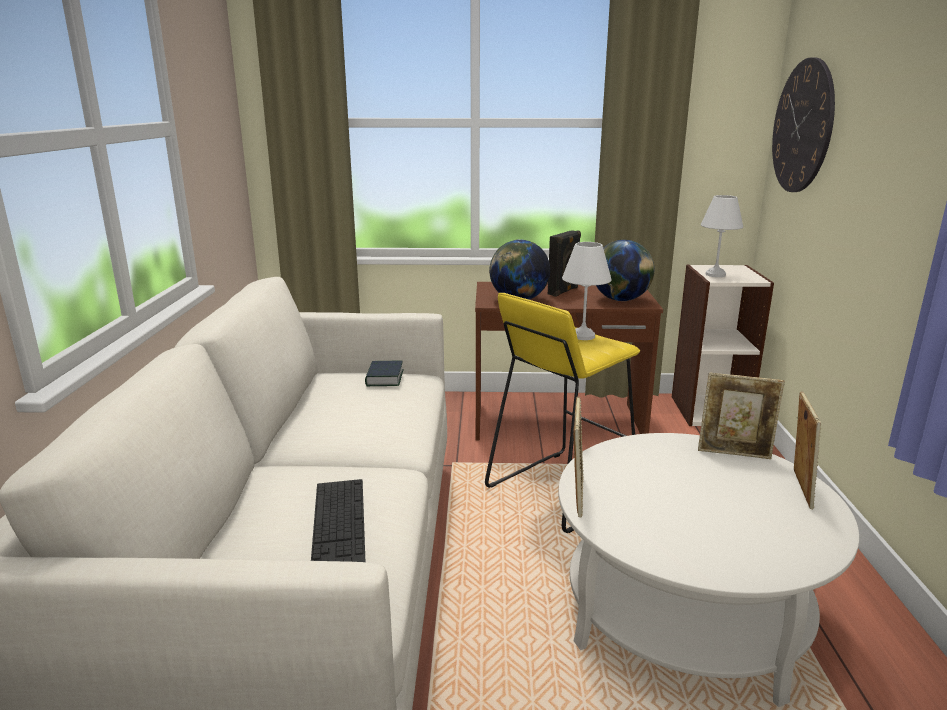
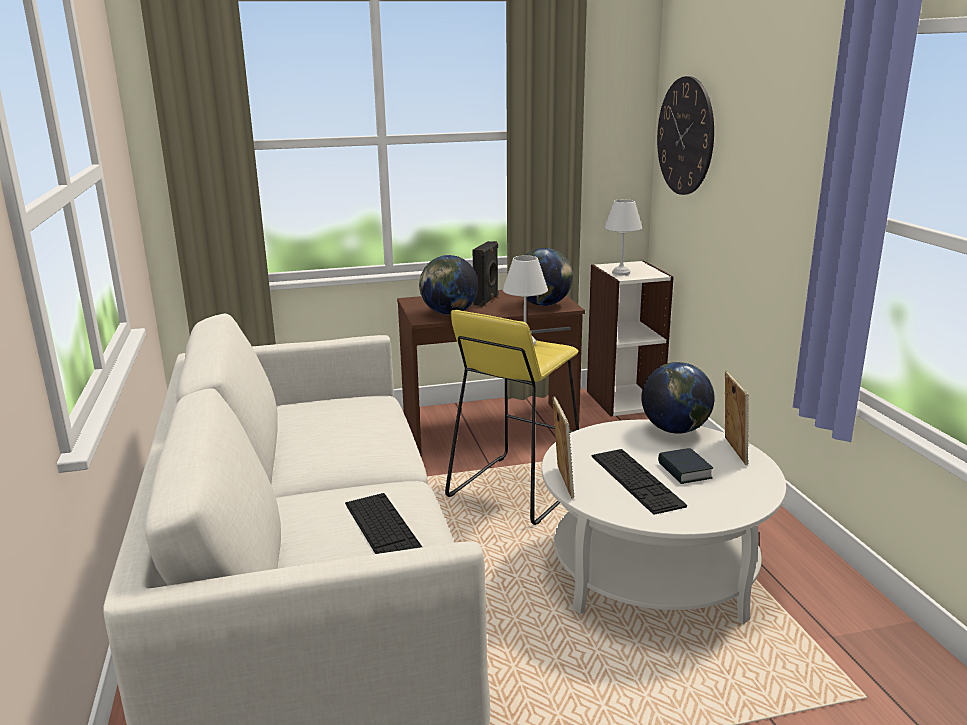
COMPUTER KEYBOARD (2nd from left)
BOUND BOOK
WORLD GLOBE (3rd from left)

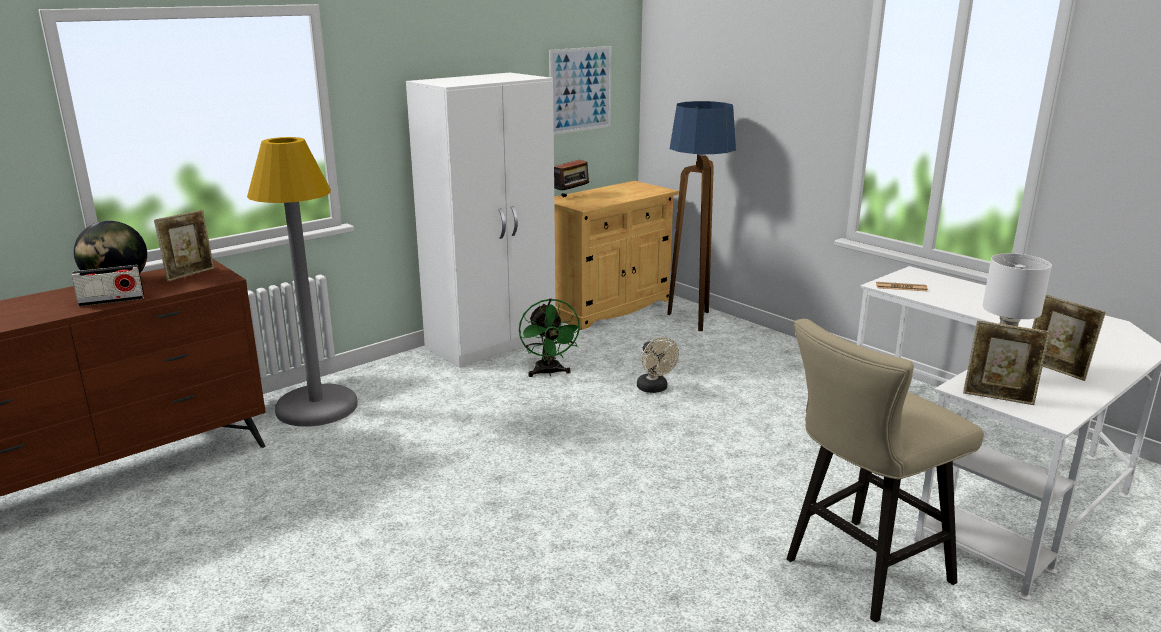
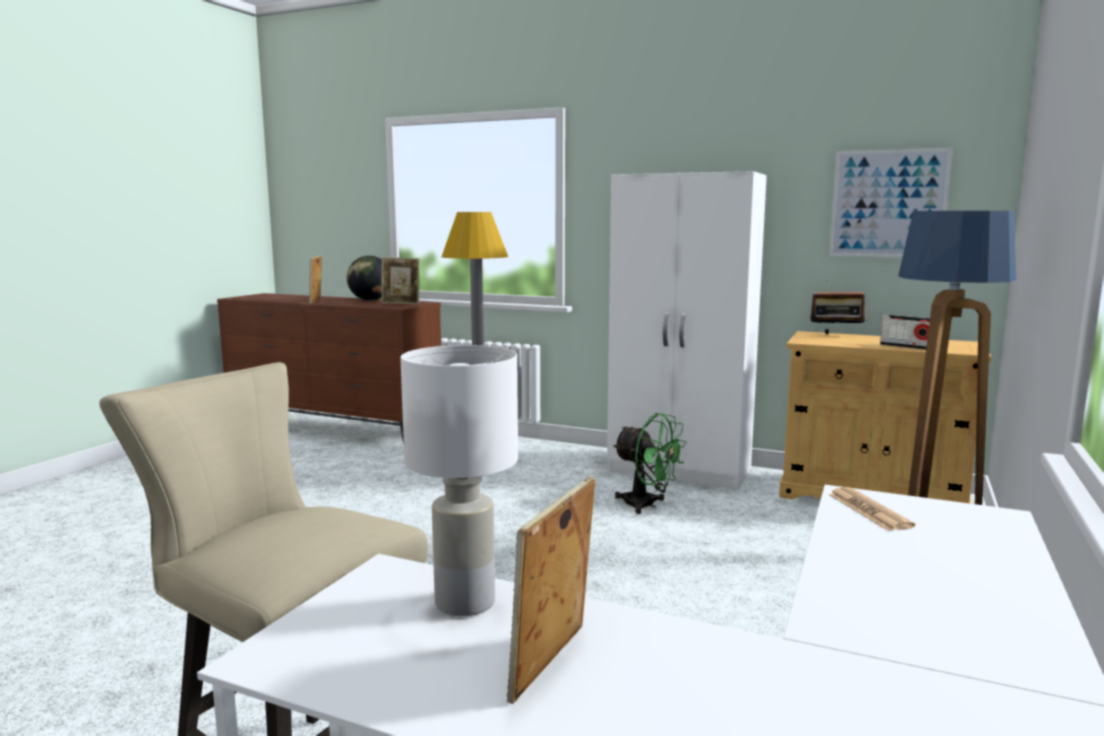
BEIGE-COLOURED ELECTRIC FAN
RADIO RECEIVER (2nd from left)
STANDING FRAME (1st from left)
GREEN-COLOURED ELECTRIC FAN

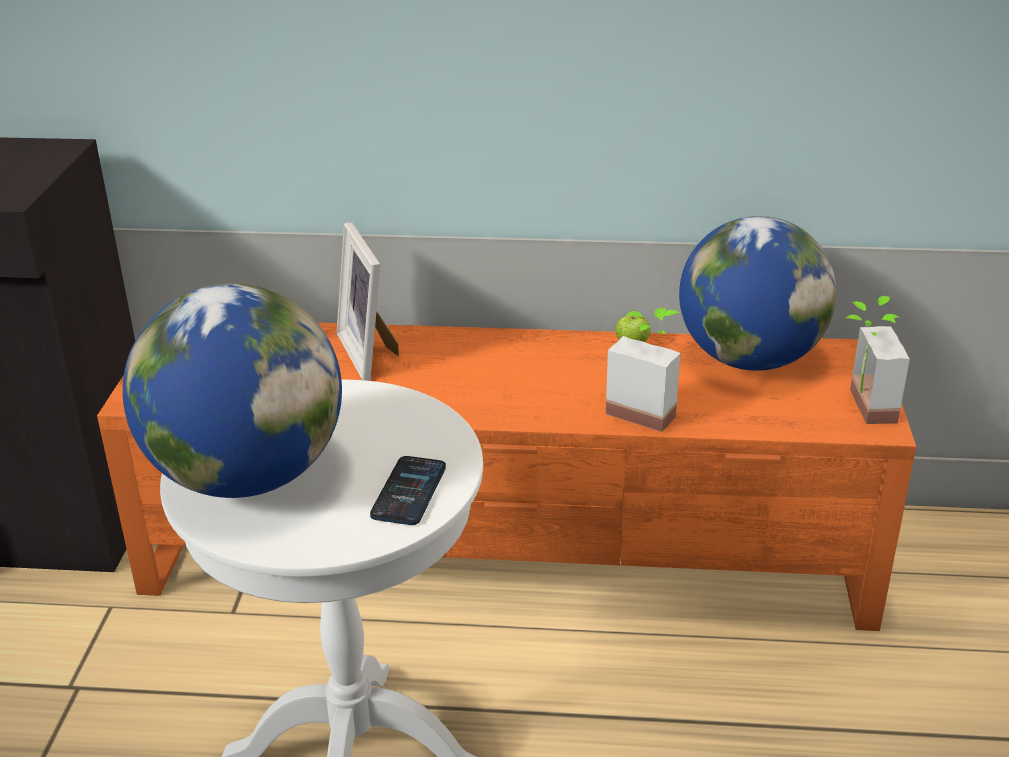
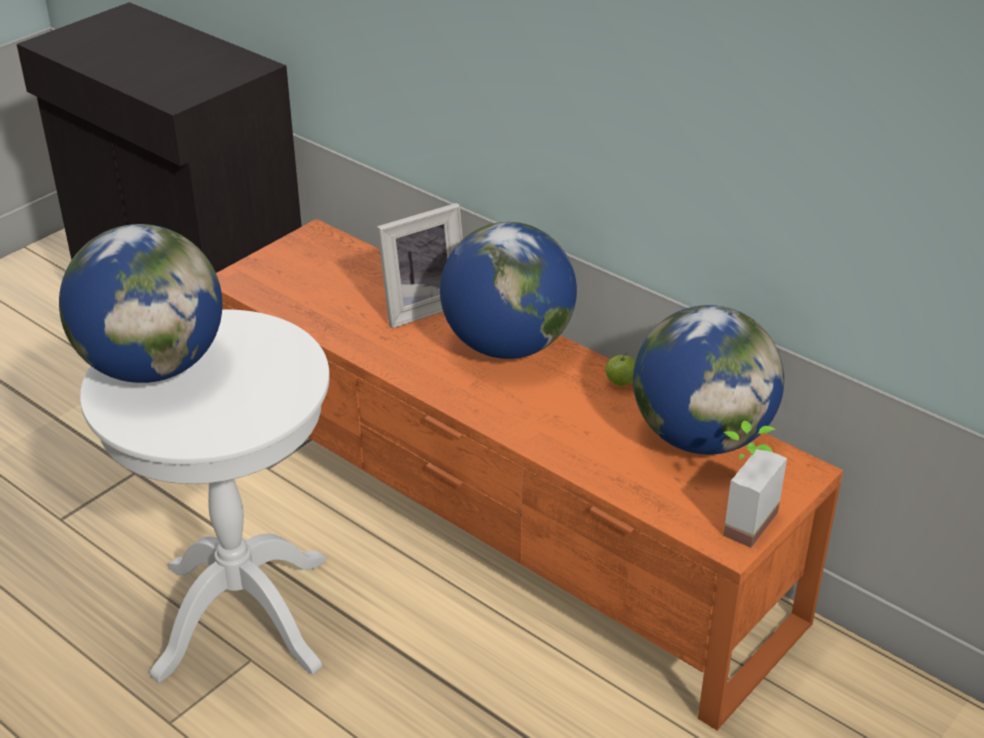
PHONE
POTTED PLANT (1st from left in the first image)
WORLD GLOBE (2nd from left)
STANDING FRAME

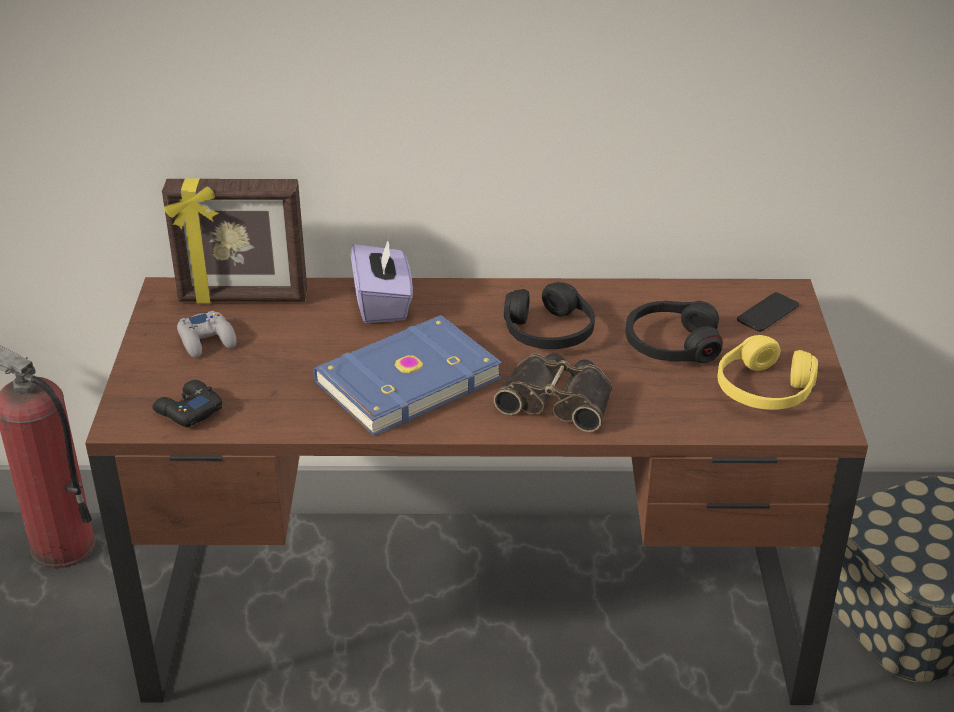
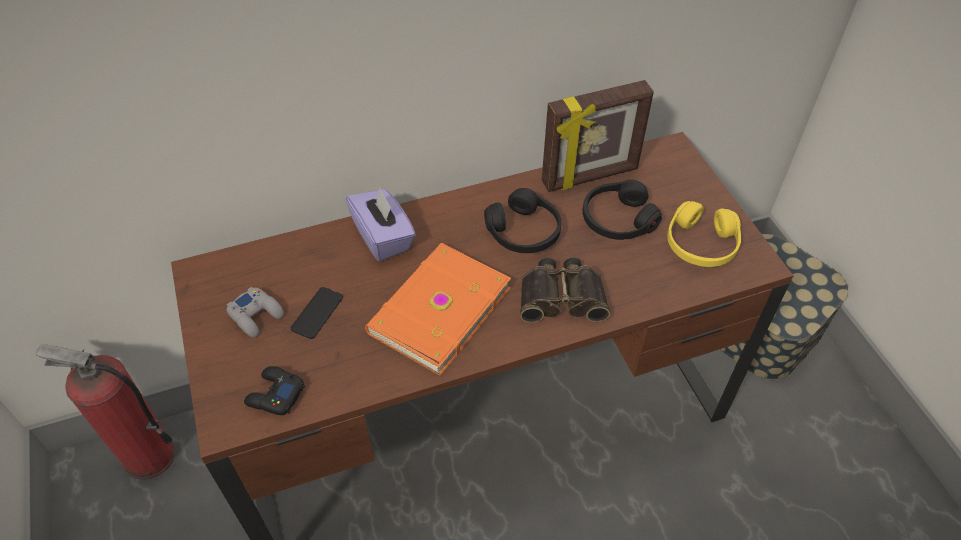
STANDING FRAME
PHONE
ORANGE BOUND BOOK

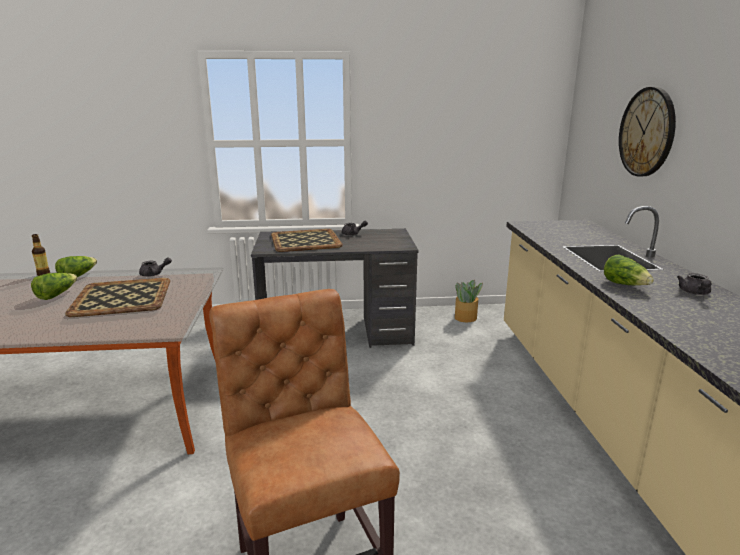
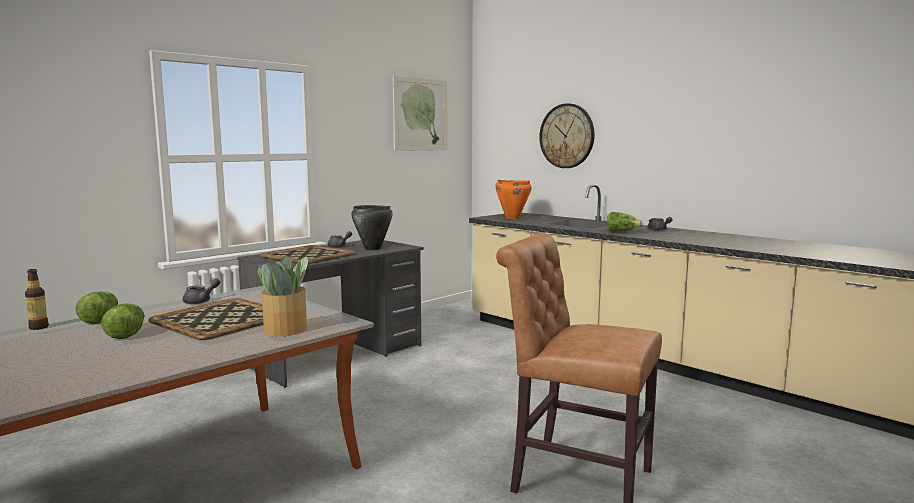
BLACK-COLOURED STOCKPOT
WALL ART
ORANGE STOCKPOT
POTTED PLANT

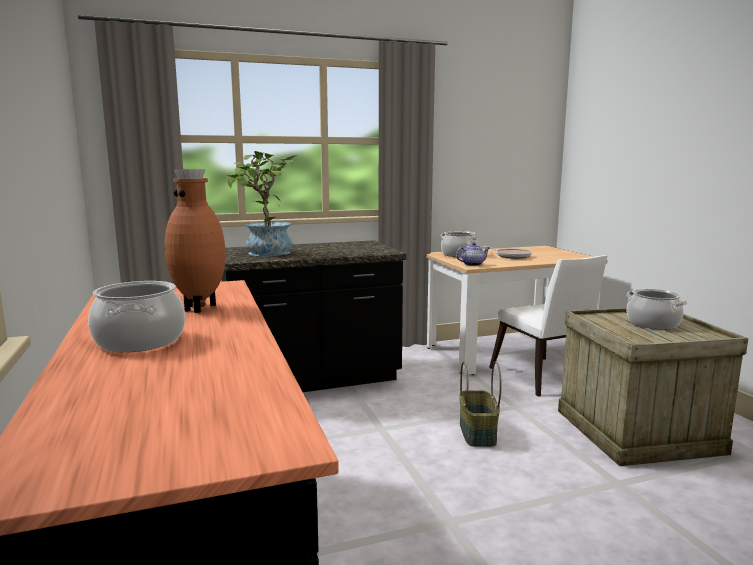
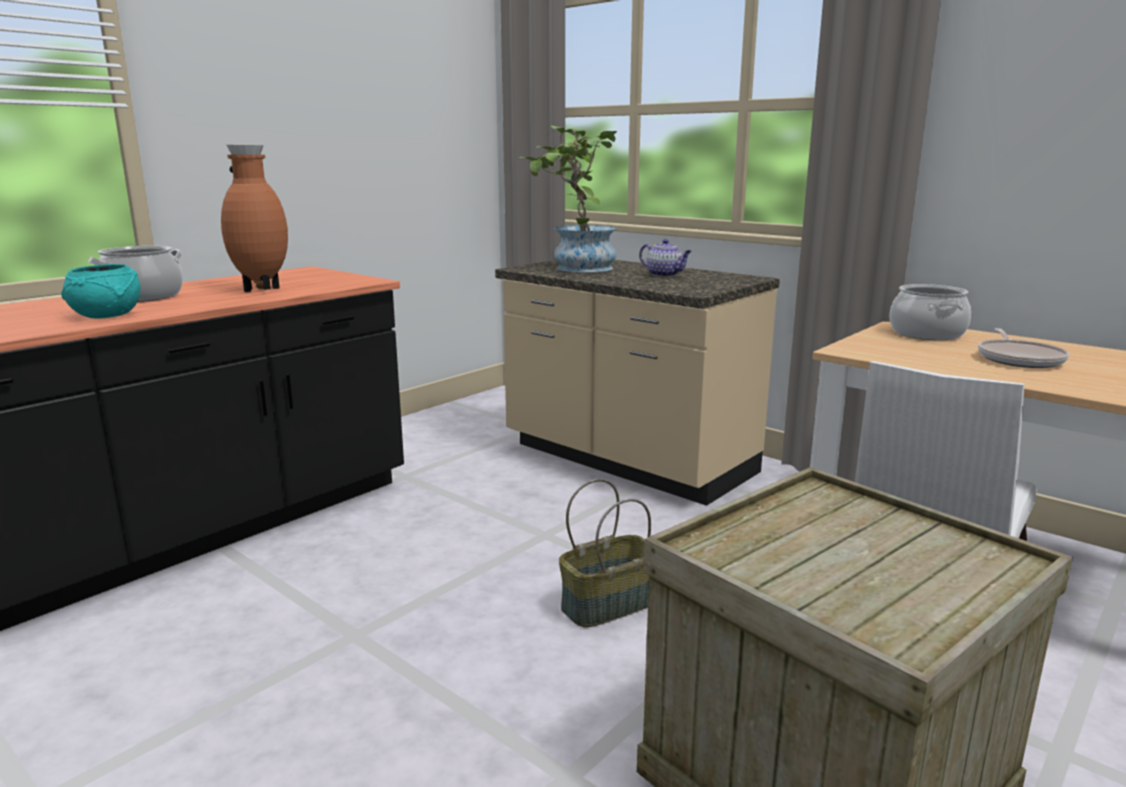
STOCKPOT (3rd from left in the first image)
TURQUOISE BOWL
TEAPOT
BEIGE-COLOURED COUNTER

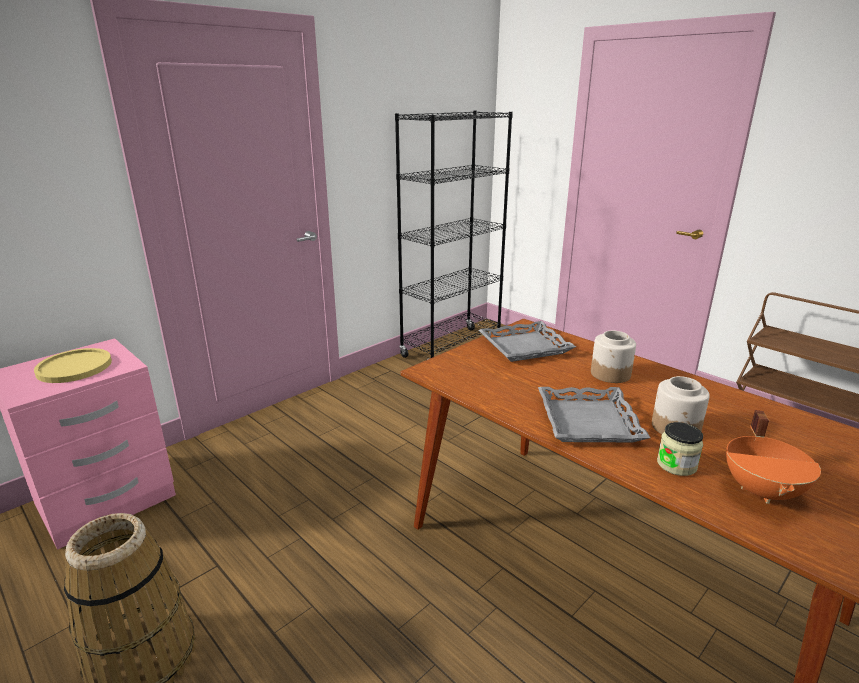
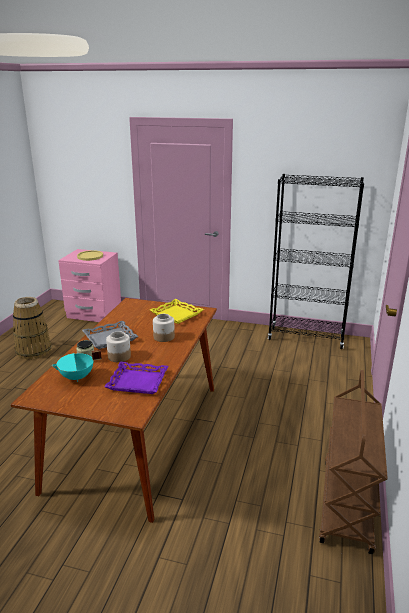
PURPLE CARRYING TRAY
YELLOW CARRYING TRAY
TURQUOISE STOCKPOT

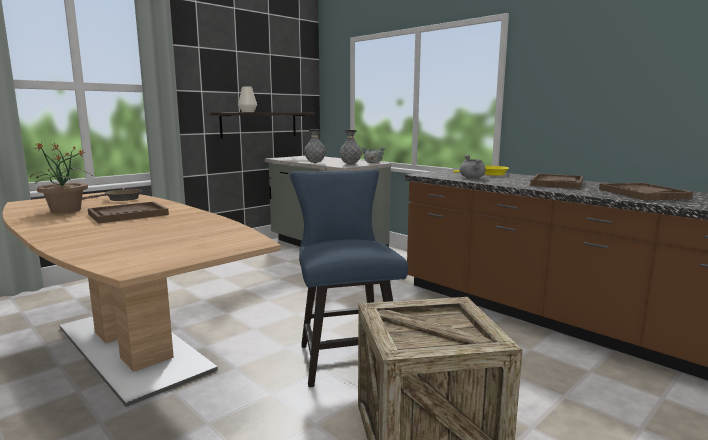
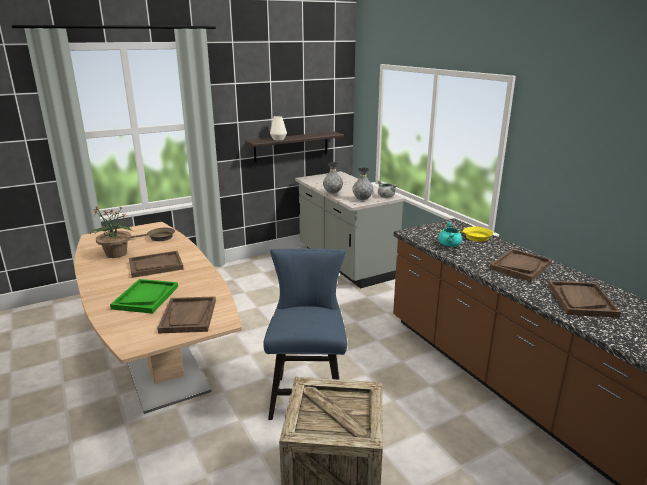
GREEN-COLOURED CARRYING TRAY
BROWN CARRYING TRAY (2nd from left)
TURQUOISE STOCKPOT

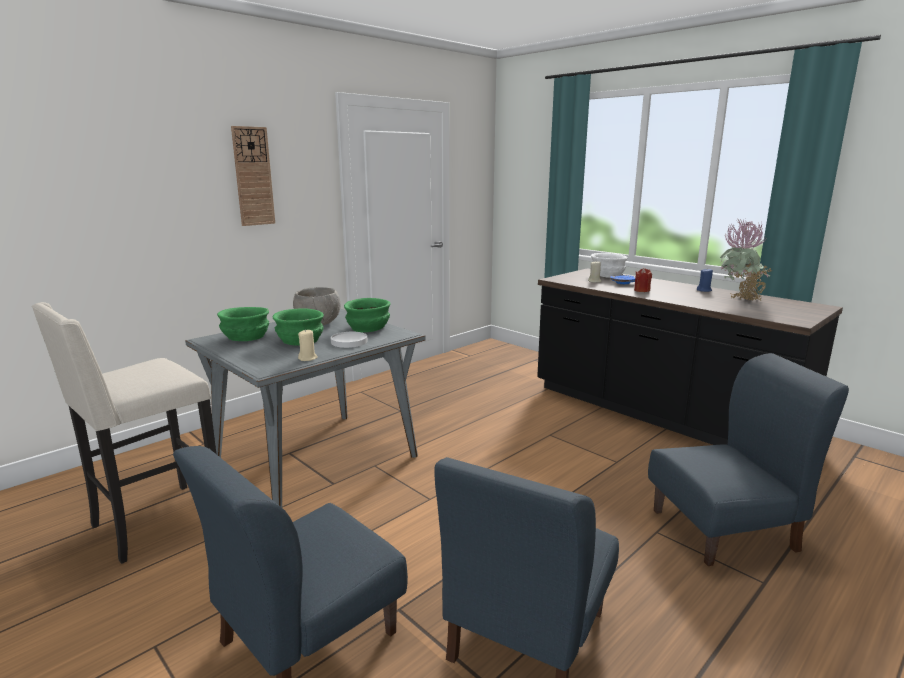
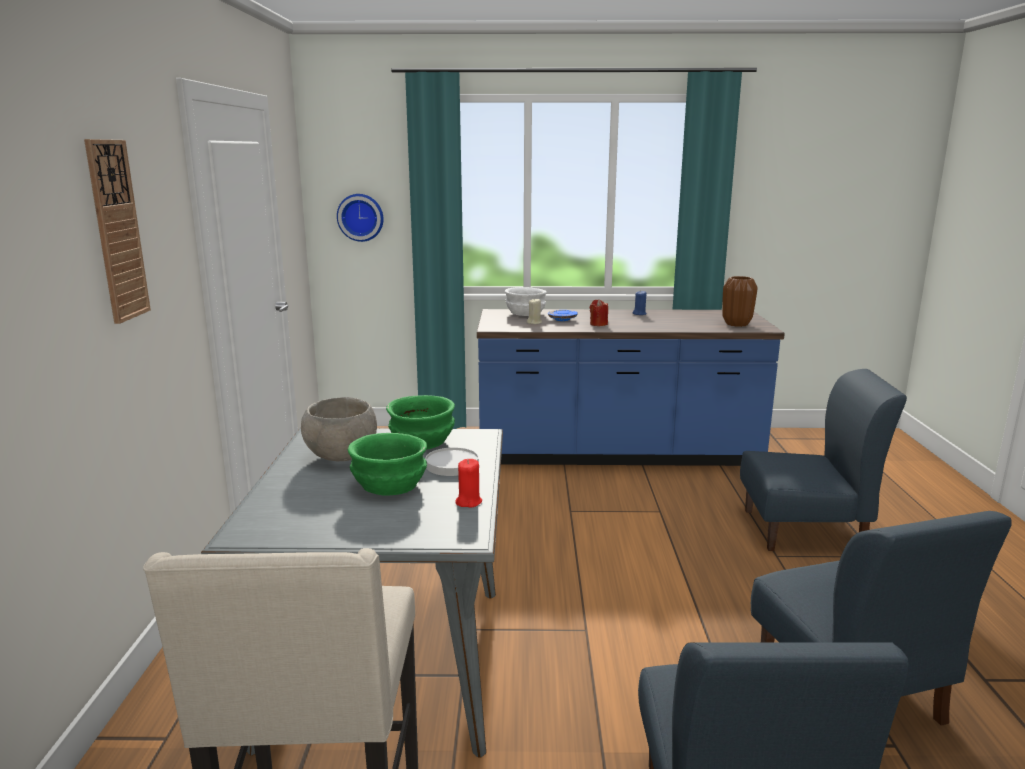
GREEN-COLOURED BOWL (1st from left in the first image)
POTTED PLANT
WALL CLOCK (2nd from left)
BROWN VASE
RED-COLOURED WAX LIGHT (1st from left)
BLUISH COUNTER
BLUISH PLAIN CHAIR (2nd from left)

